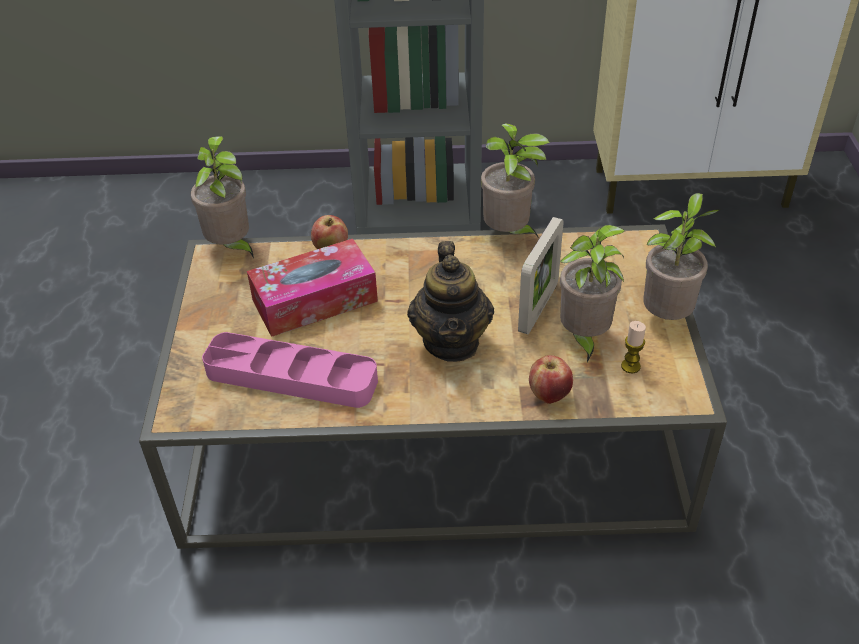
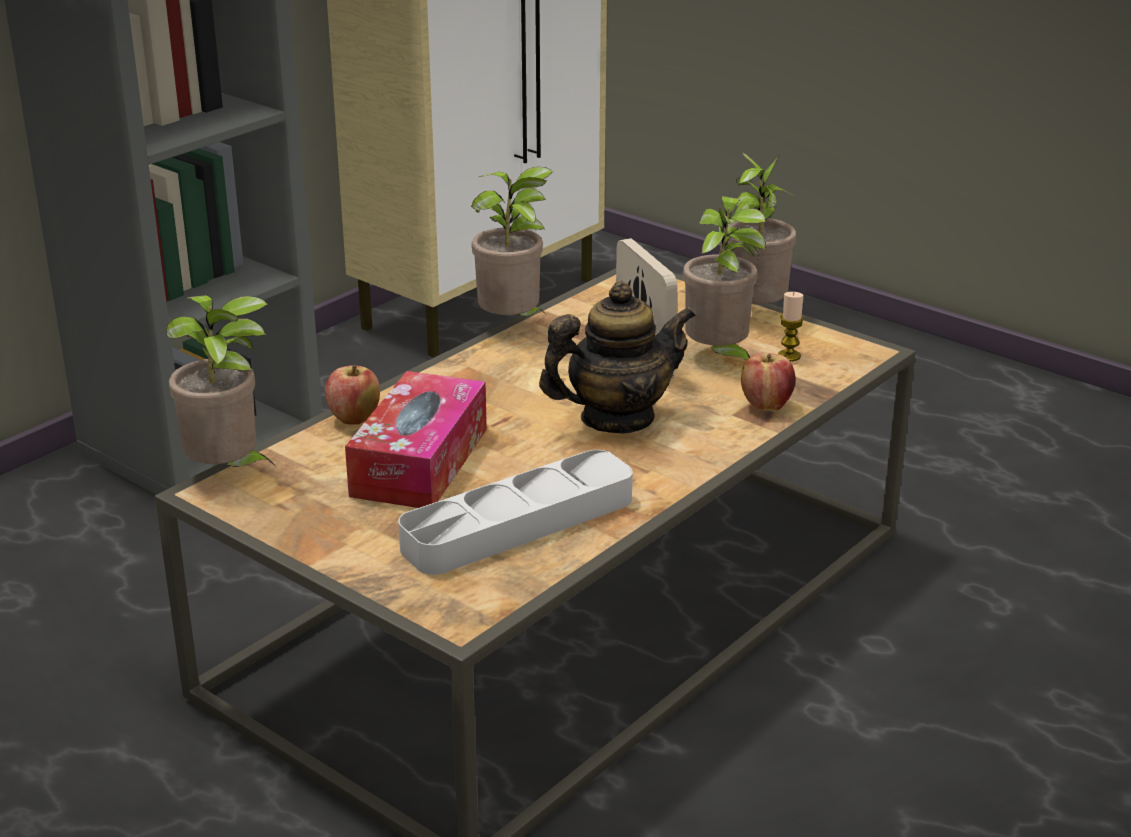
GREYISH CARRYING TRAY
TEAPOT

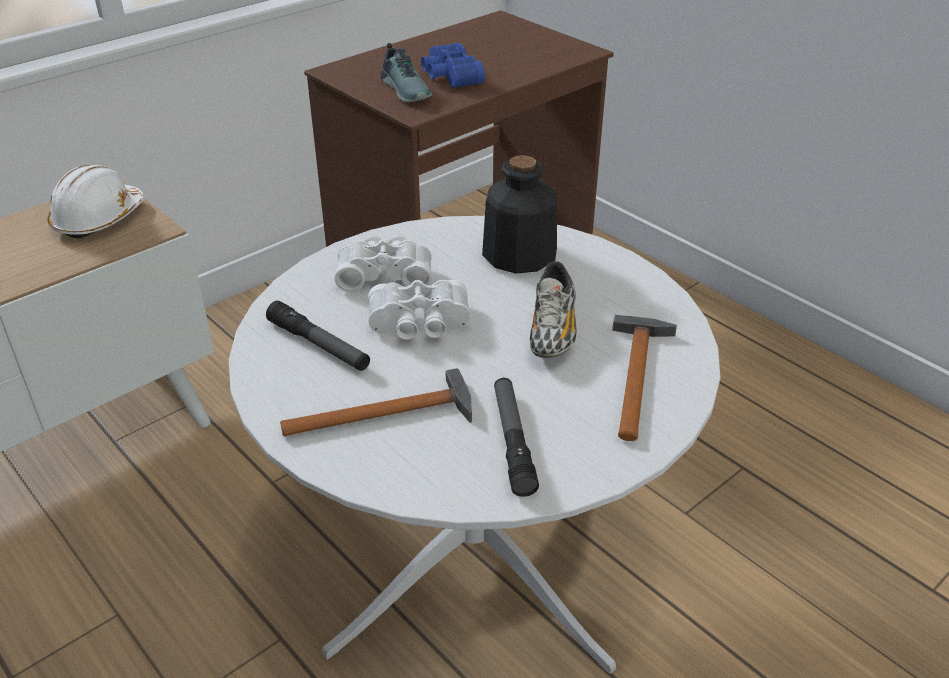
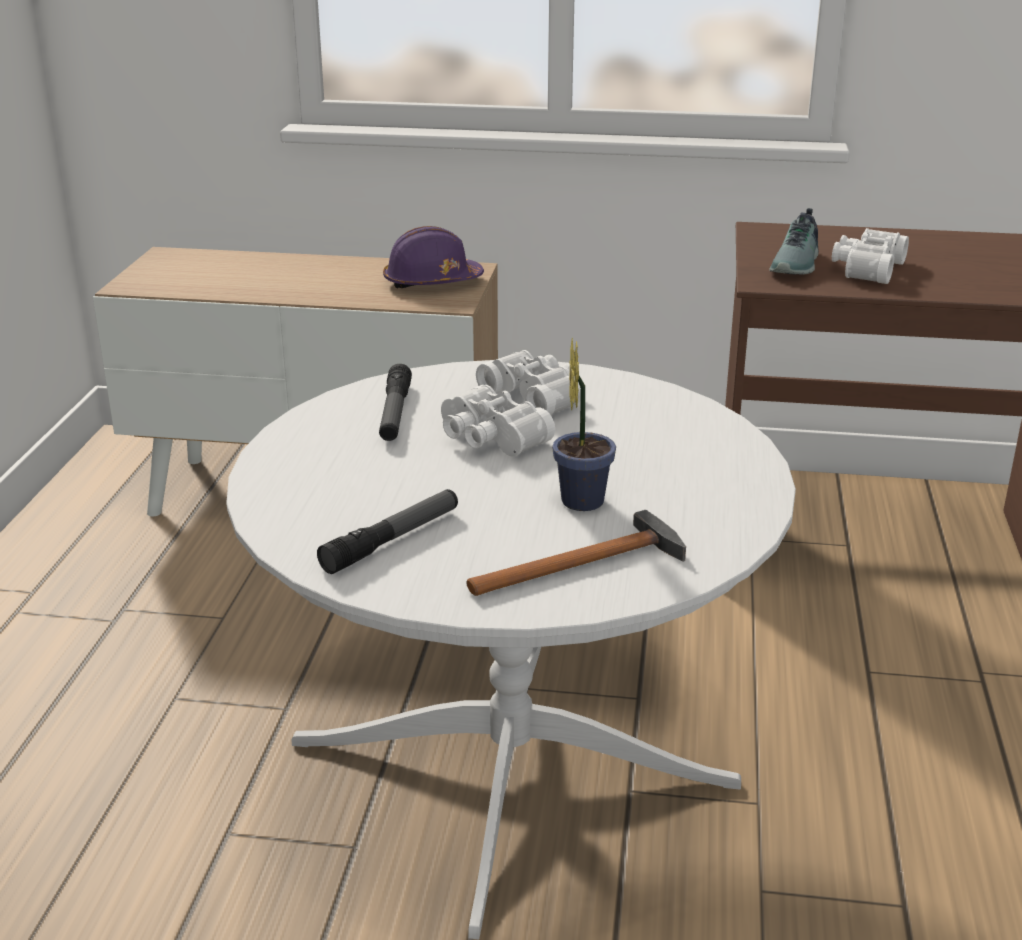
HAMMER (1st from left in the first image)
DRINK BOTTLE
POTTED PLANT
PURPLE HARD HAT
WHITE-COLOURED FIELD GLASSES (3rd from left)

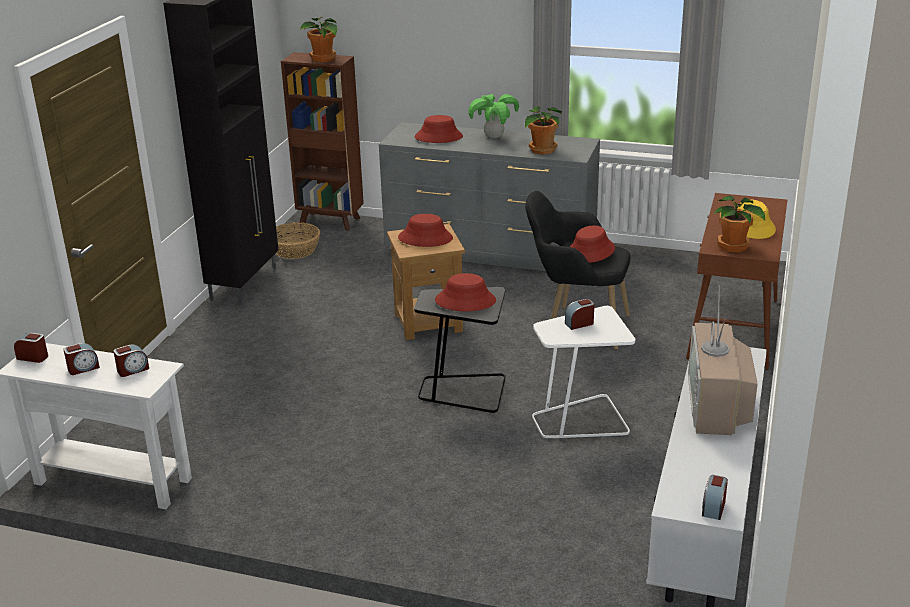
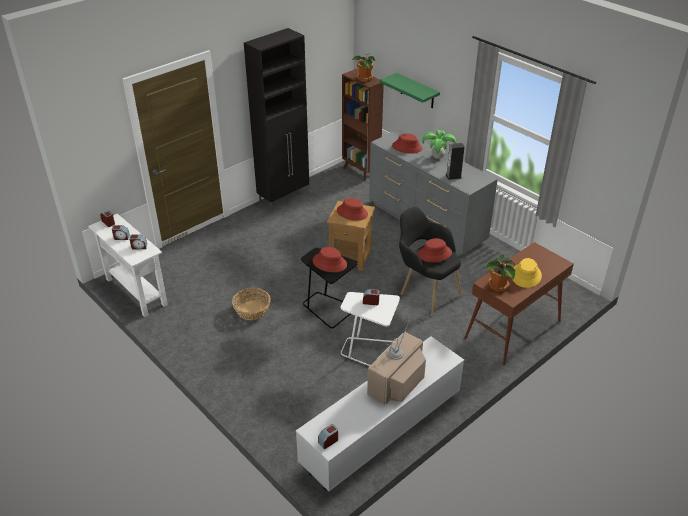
GREEN-COLOURED WALL SHELF
BASKET
AUDIO SPEAKER

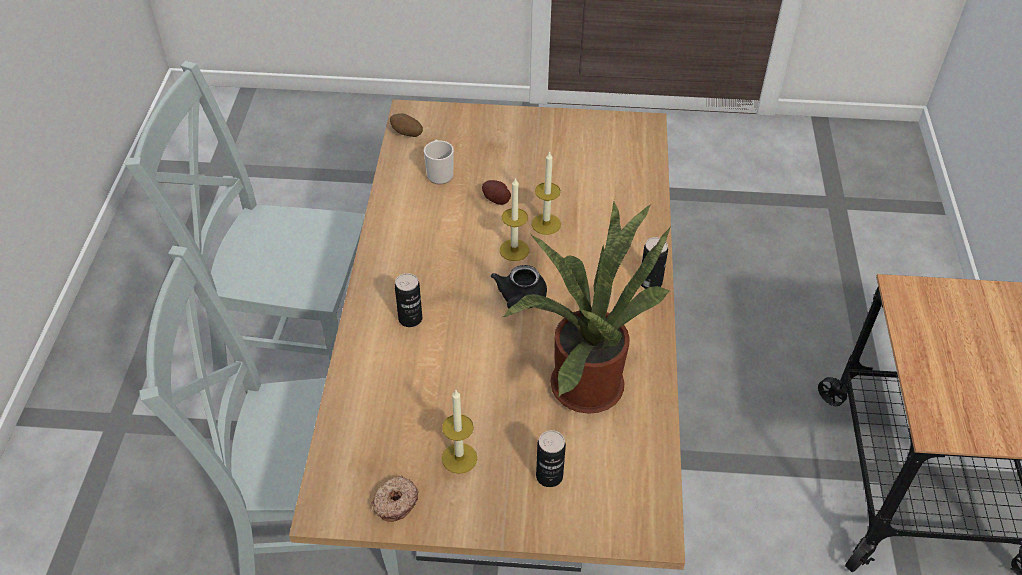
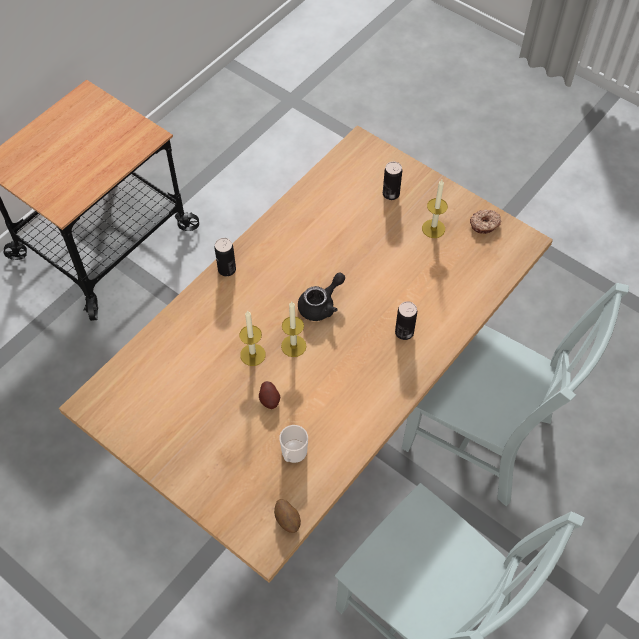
POTTED PLANT

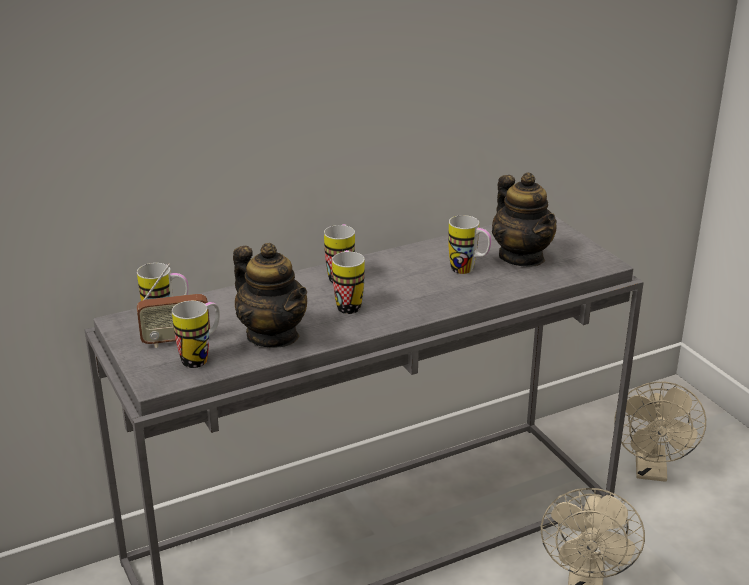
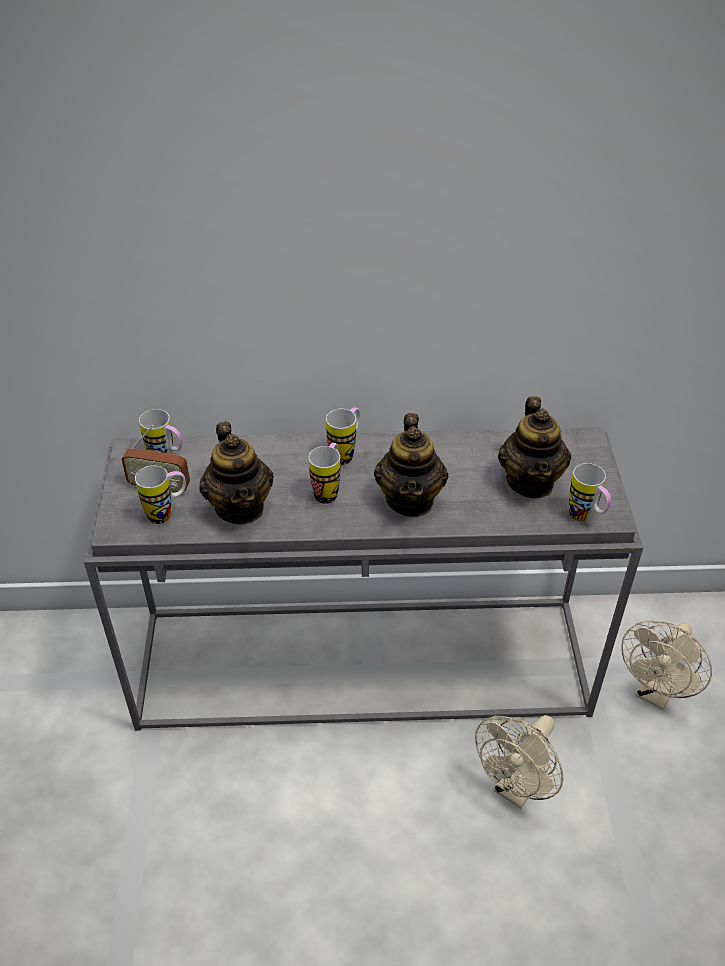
TEAPOT (2nd from left)
MUG (5th from left)

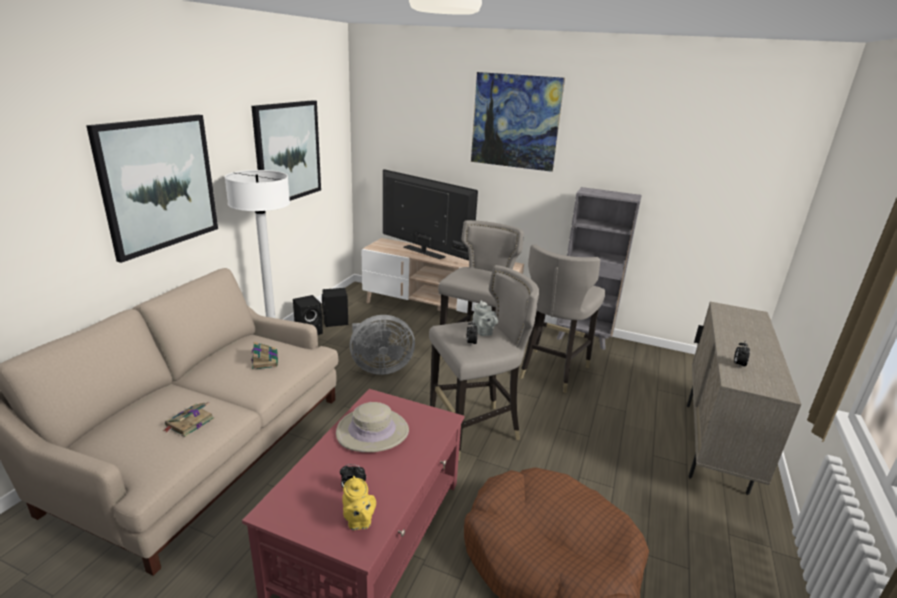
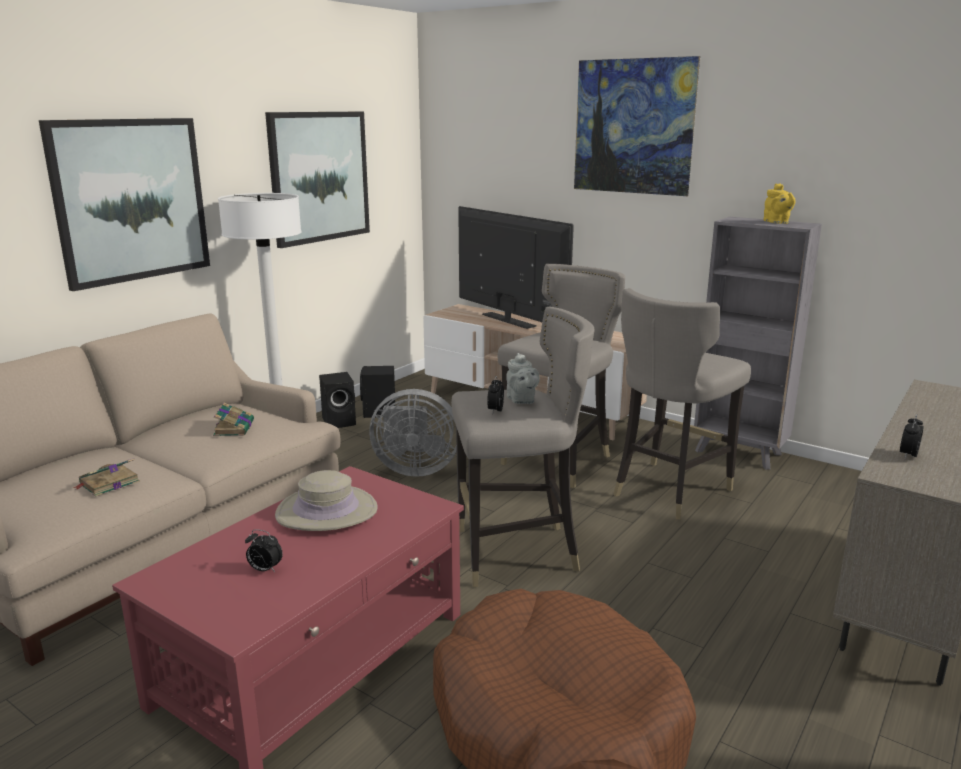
YELLOW TEAPOT

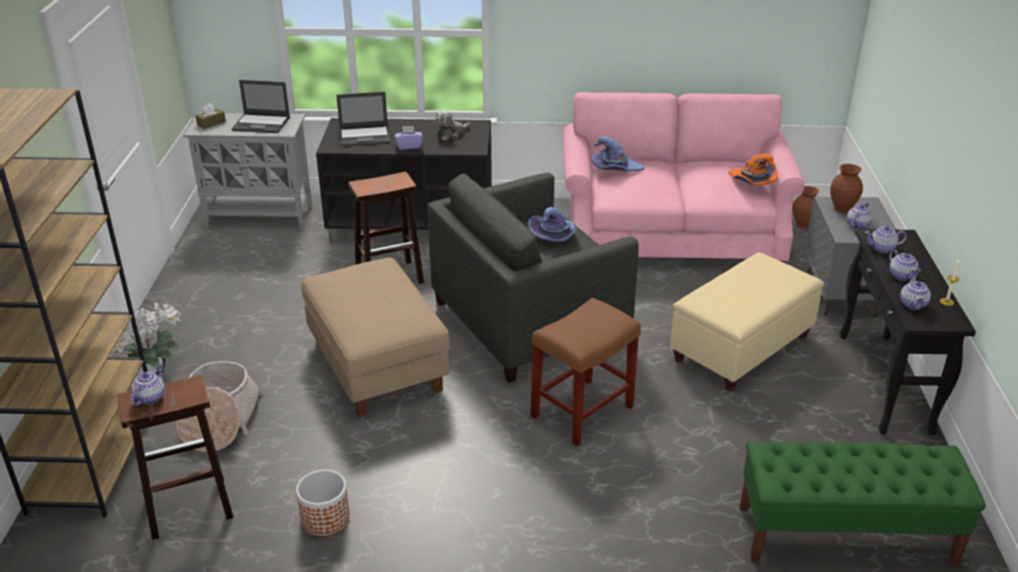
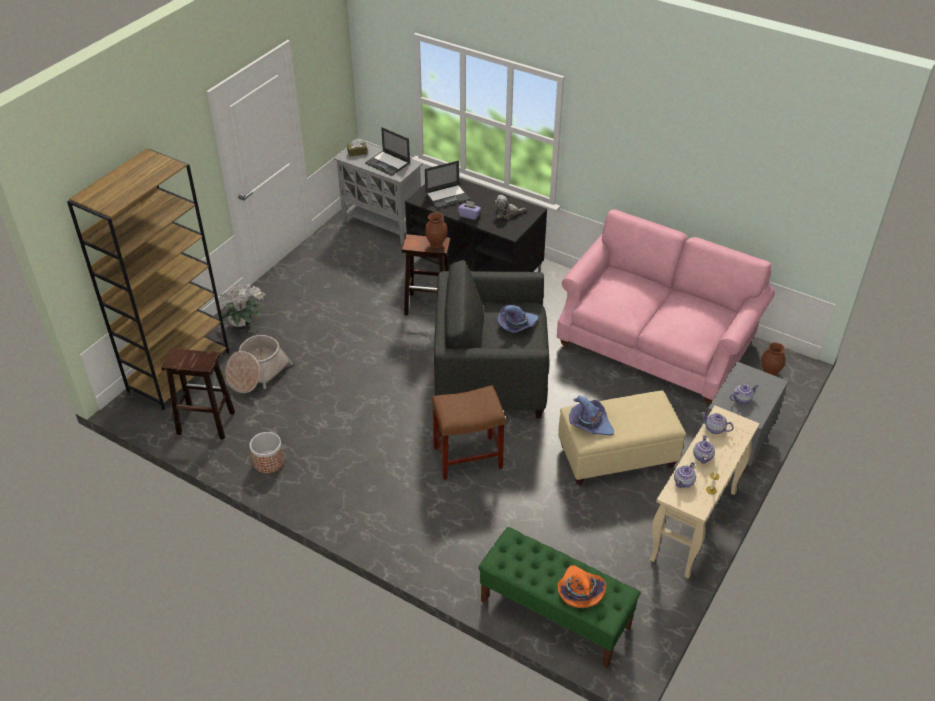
TEAPOT (1st from left in the first image)
BEIGE-COLOURED POUFFE (1st from left in the first image)
PURPLE WEARABLE HAT (2nd from left)
ORANGE WEARABLE HAT
BROWN VASE (1st from left)
BEIGE-COLOURED NARROW TABLE
PORTABLE COMPUTER (2nd from left)

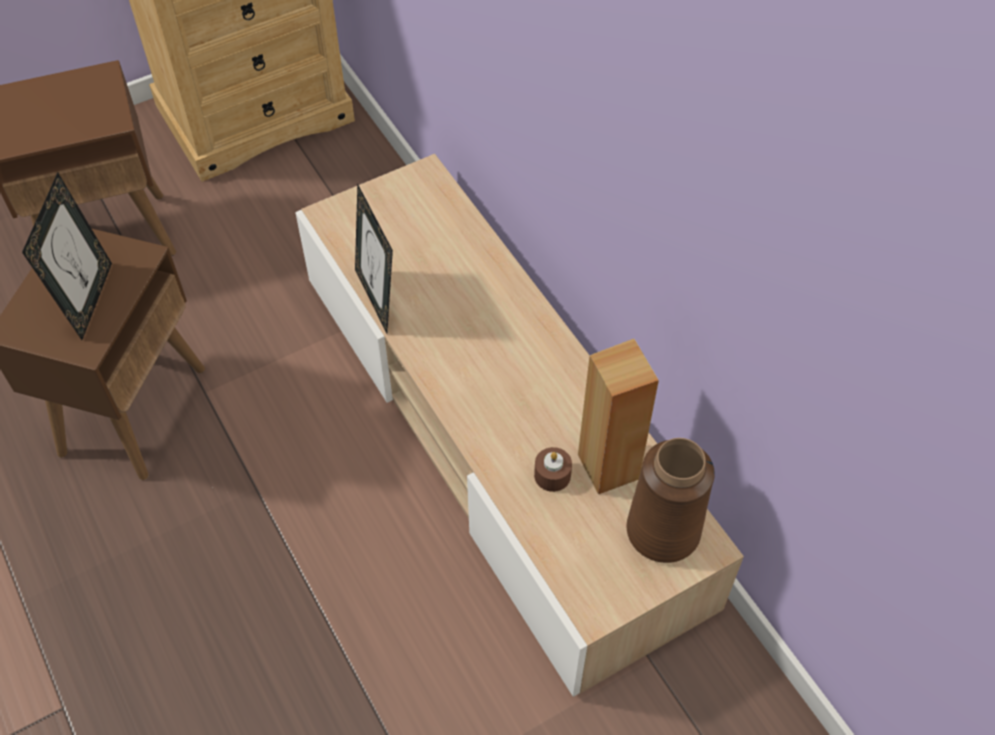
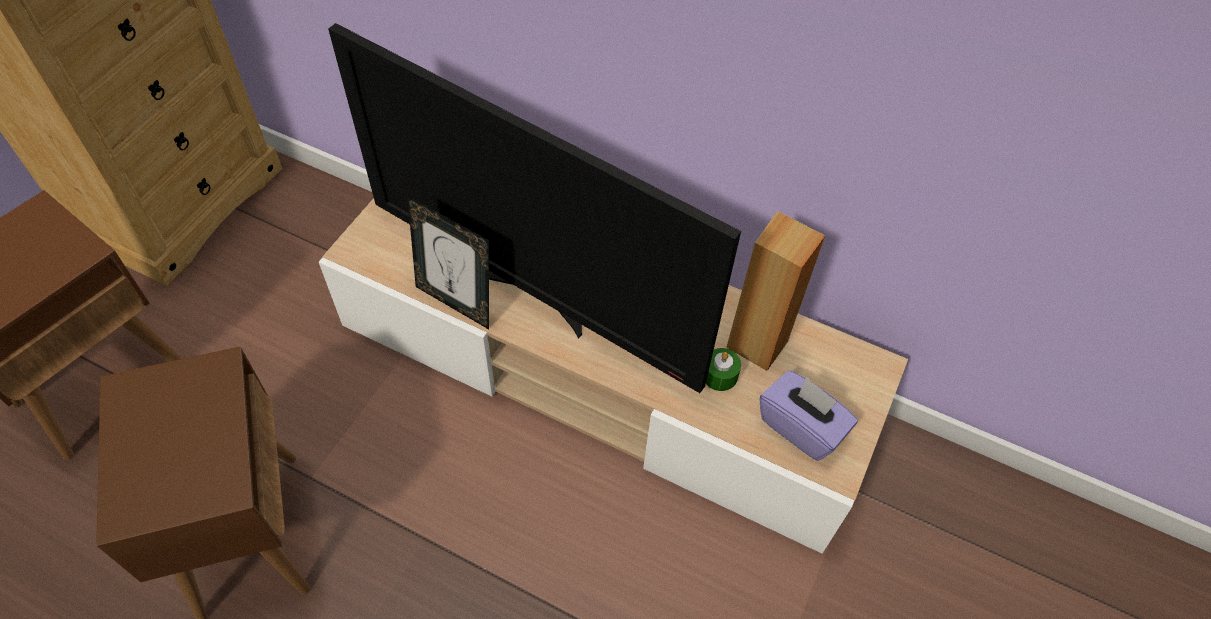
STANDING FRAME (1st from left in the first image)
BROWN VASE
TV SET
PURPLE TISSUE HOLDER
GREEN-COLOURED WAX LIGHT

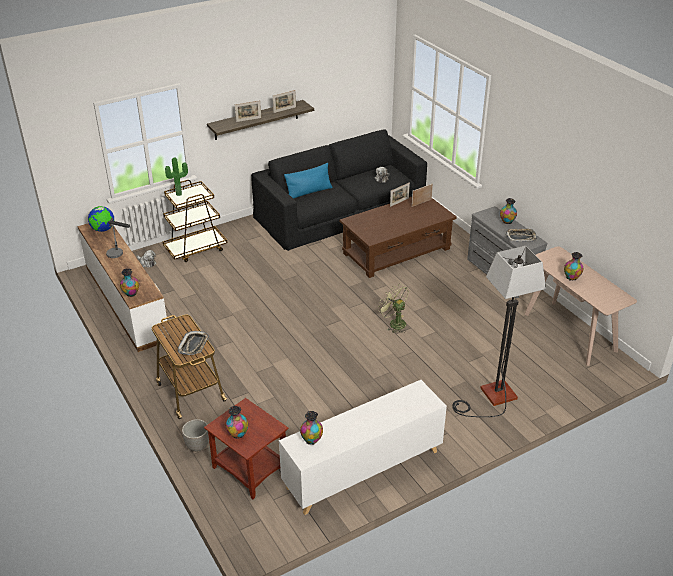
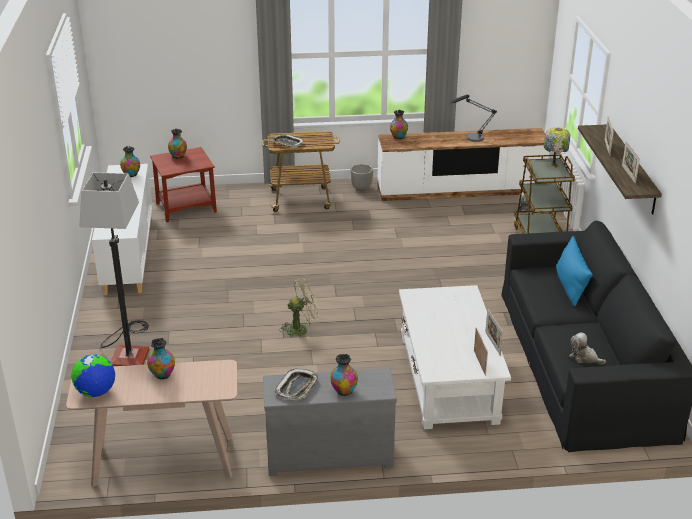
WORLD GLOBE
PLANTER
LAMP FOR A TABLE (2nd from left)
WHITE-COLOURED LOUNGE TABLE

